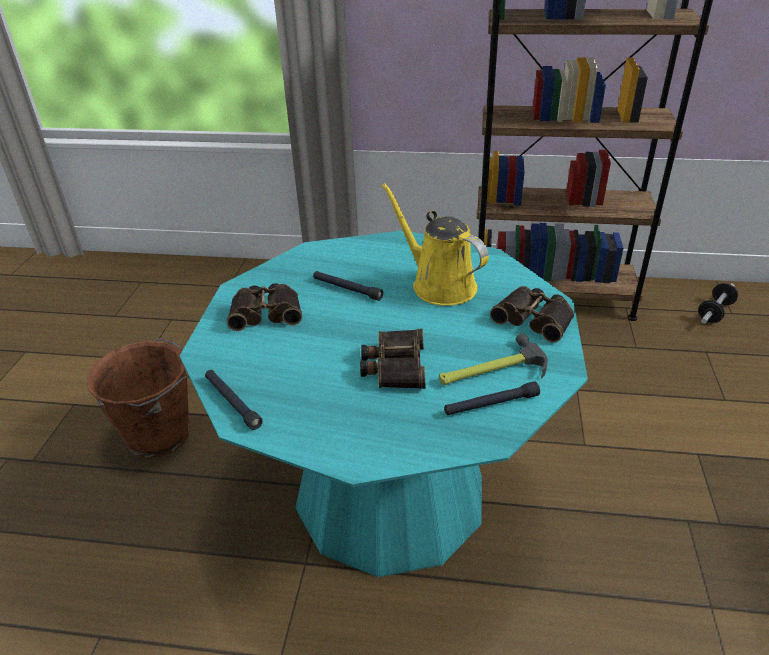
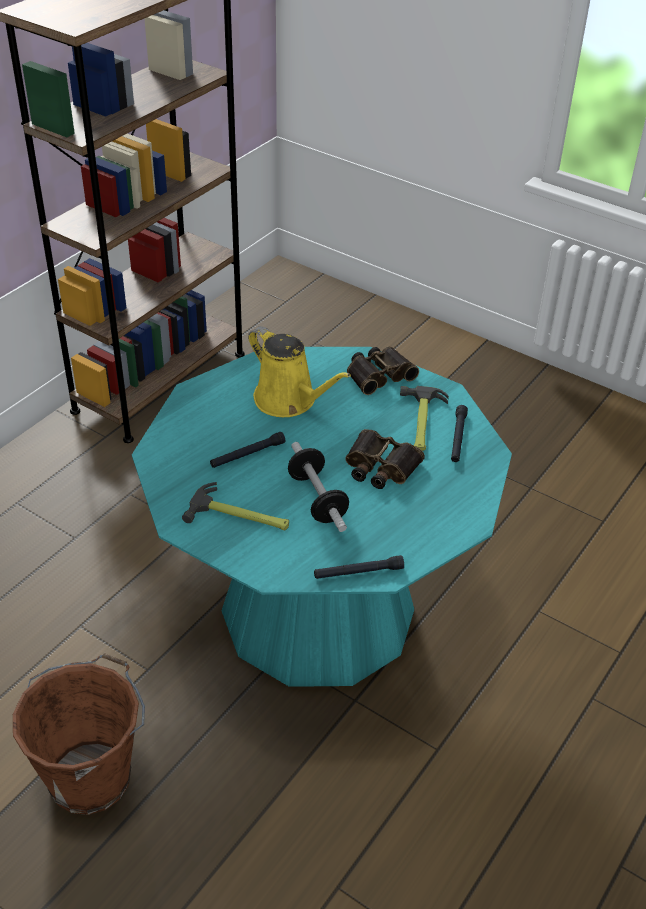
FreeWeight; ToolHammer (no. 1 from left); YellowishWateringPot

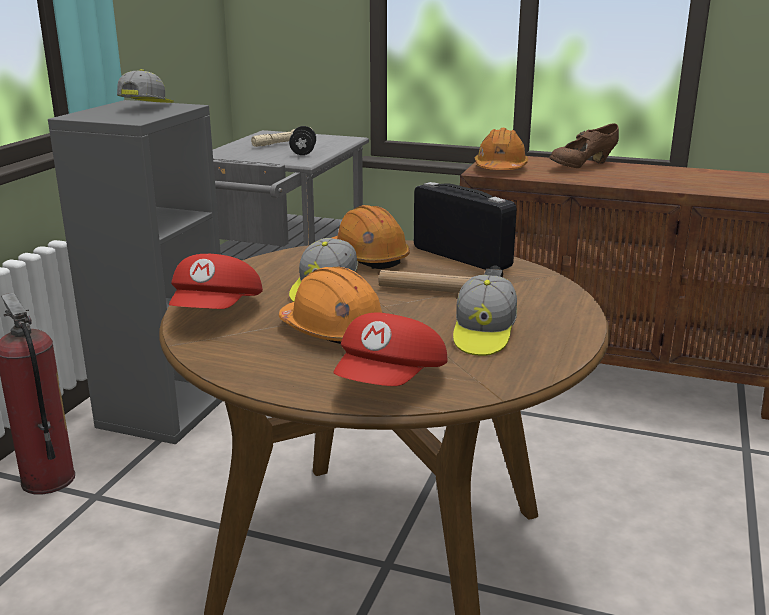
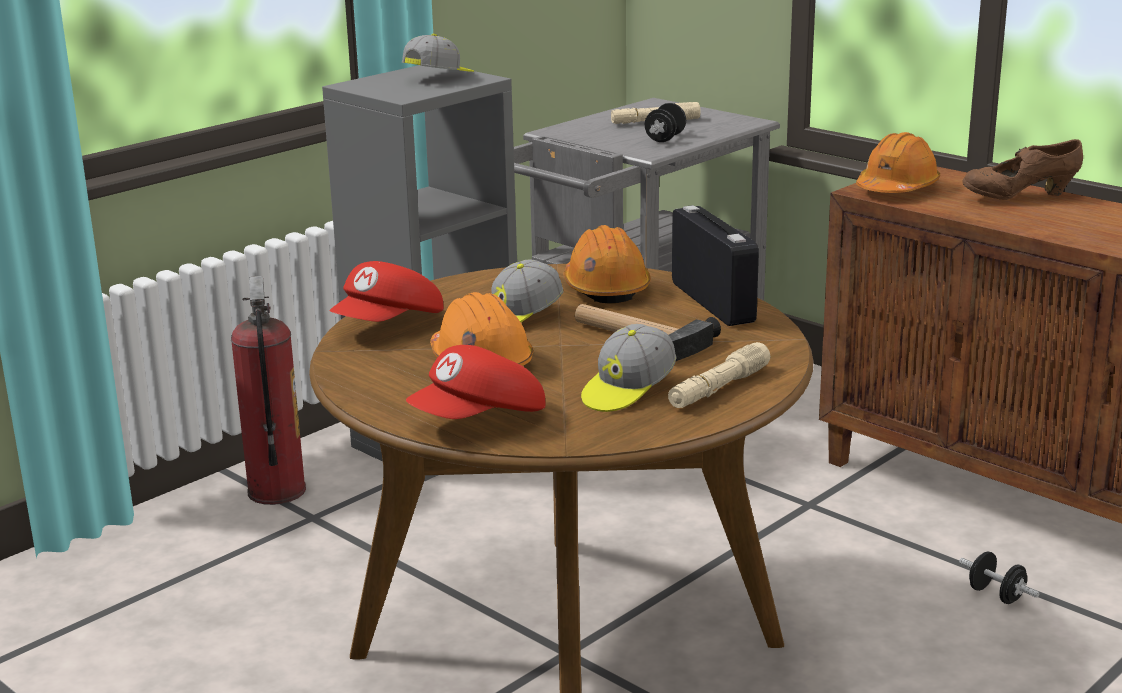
BeigeHandTorch (no. 2 from left); BlackColouredFreeWeight (no. 2 from left)

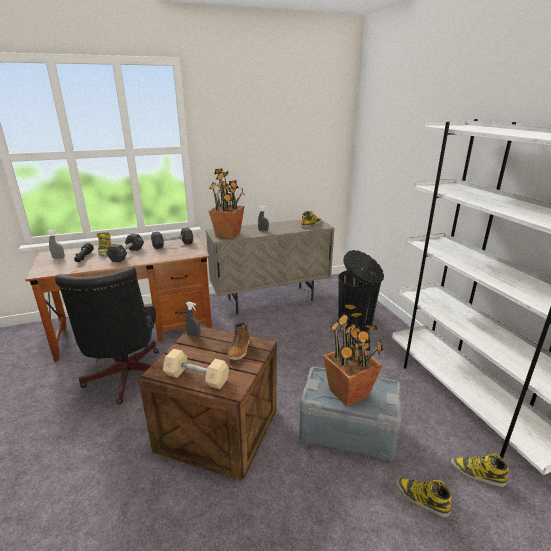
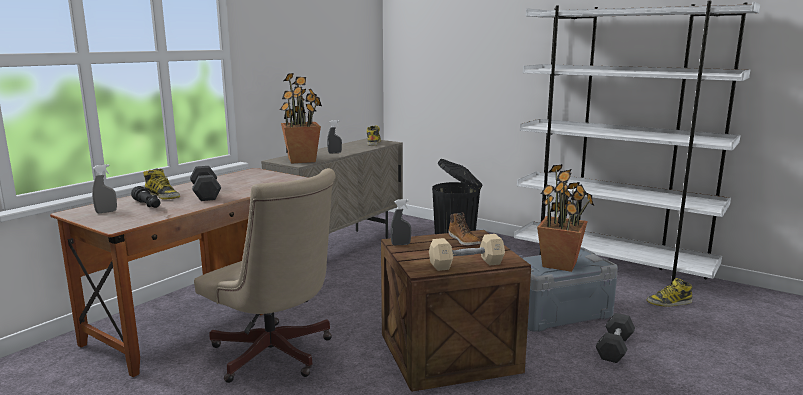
HighTopBoot (no. 4 from left in the first image); BlackColouredFreeWeight (no. 2 from left); BeigeOfficeChair

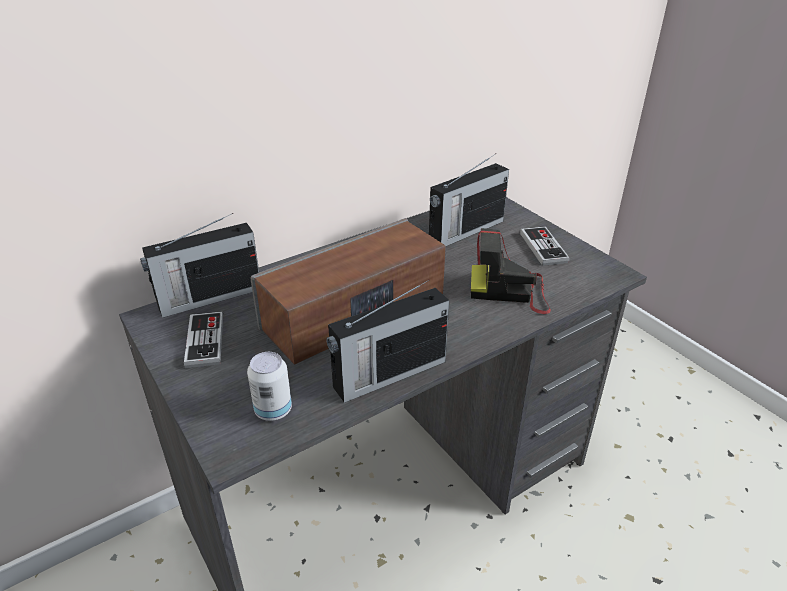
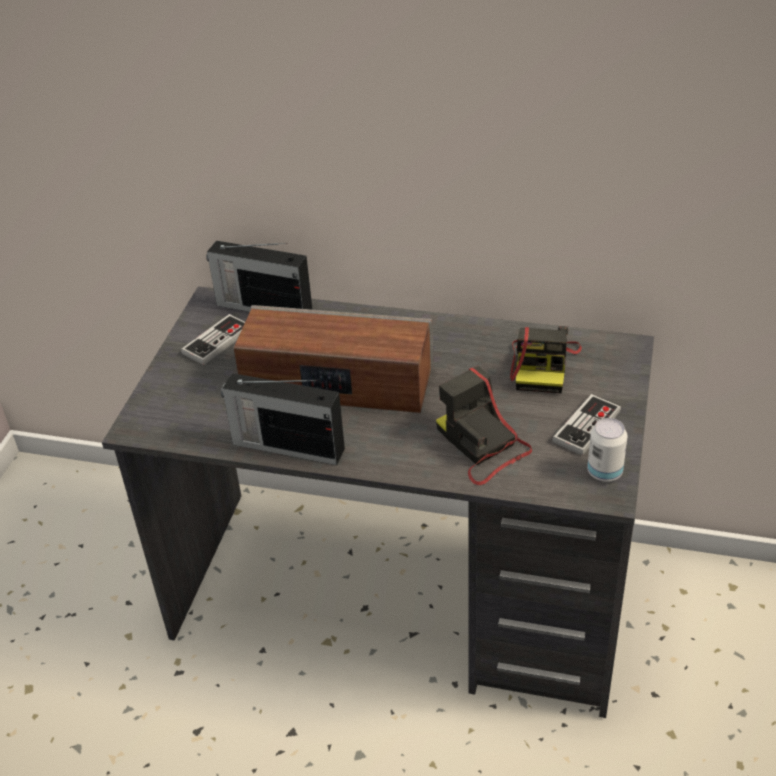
MetalCan; StillCamera (no. 2 from left)

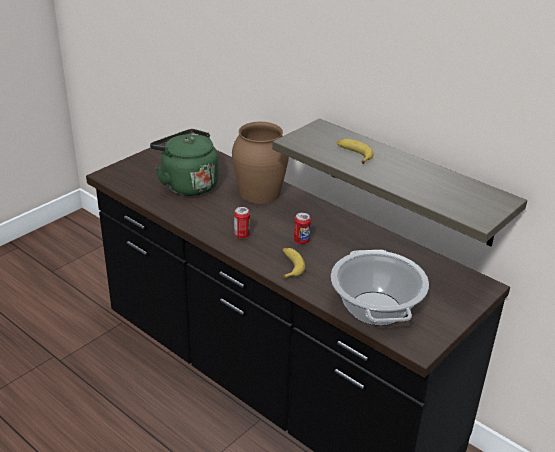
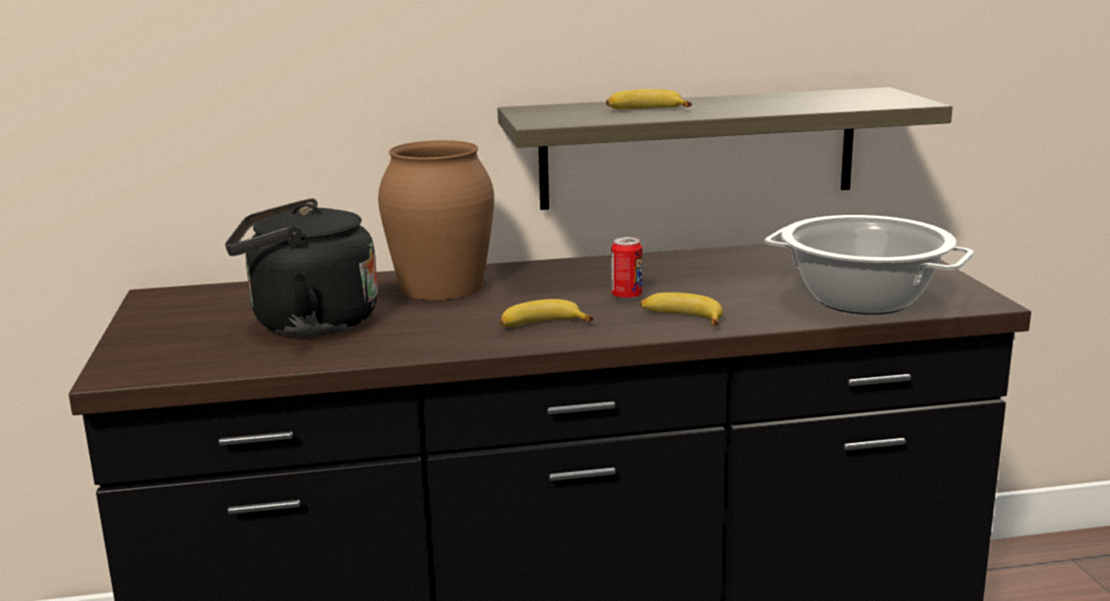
WholeBanana (no. 1 from left); BlackColouredTeaKettle

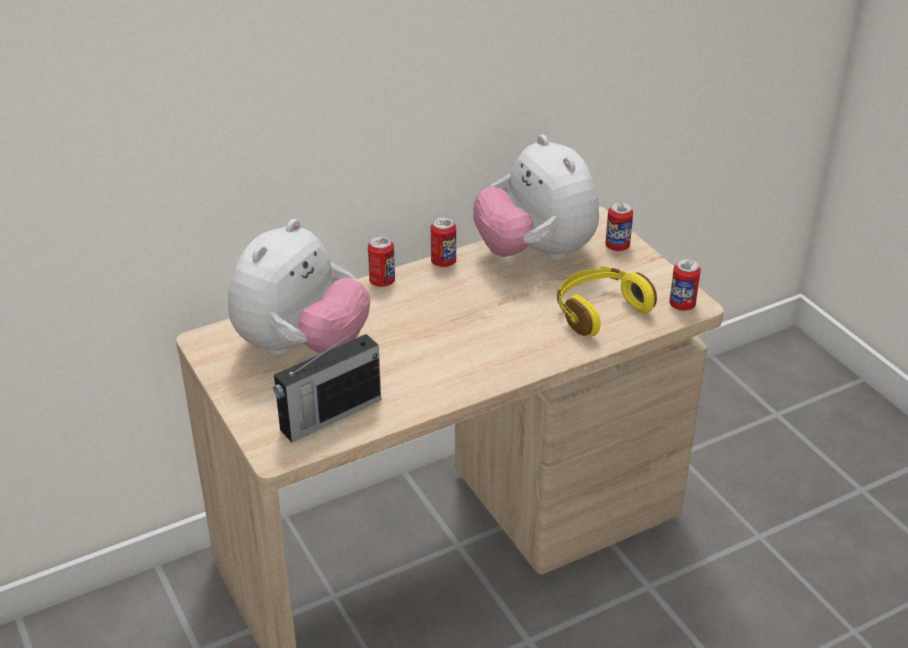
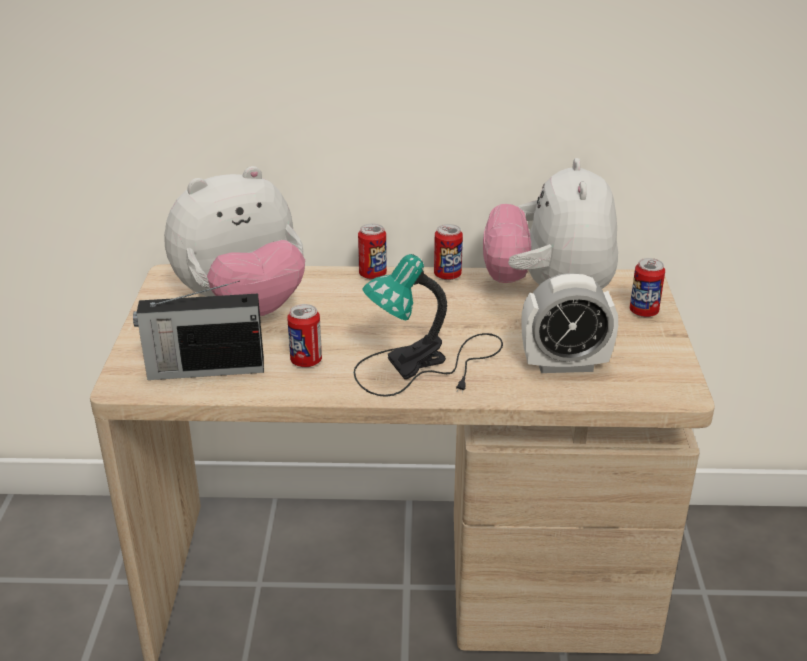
TabletopLamp; MetalCan (no. 1 from left); TableClock

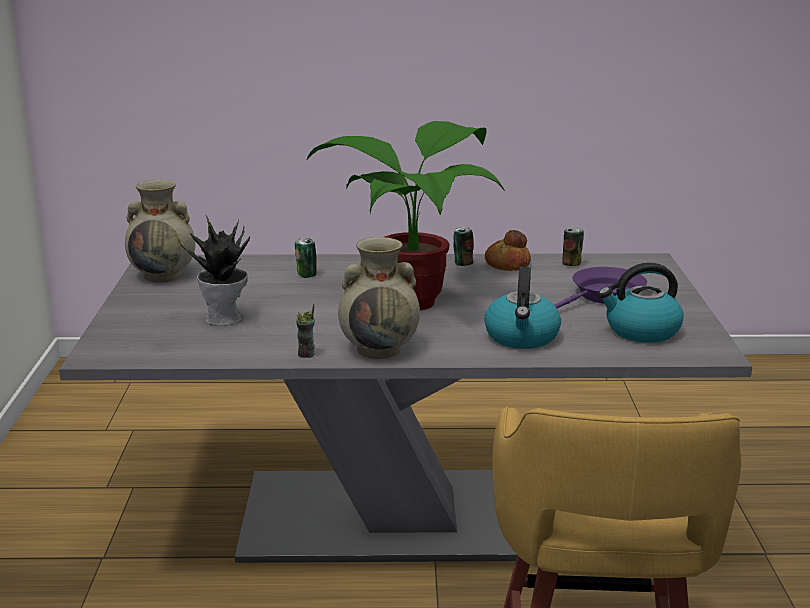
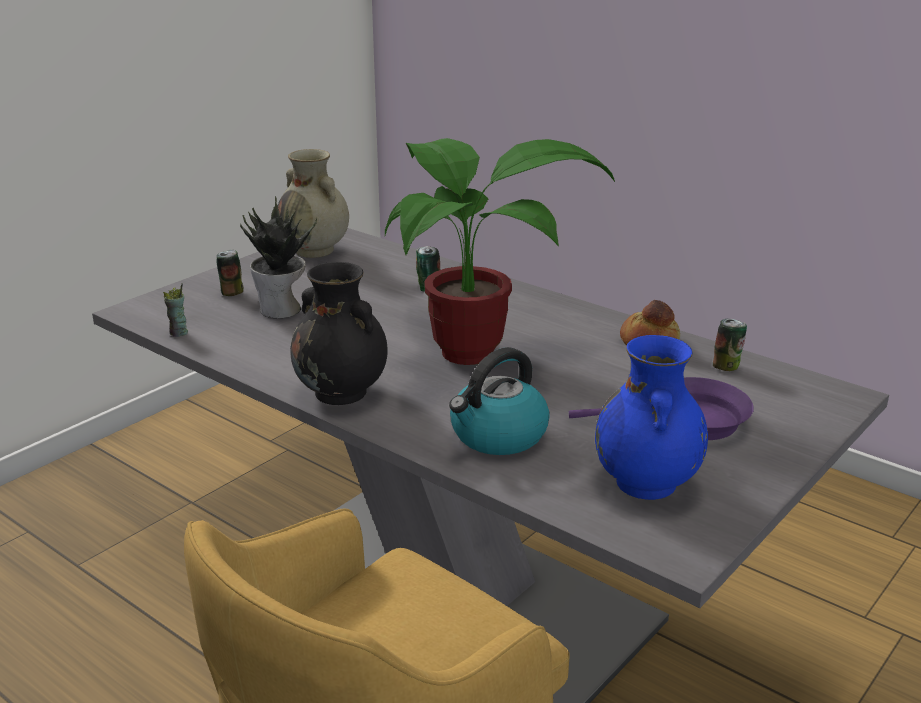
DrinkingCup; MetalCan (no. 1 from left); BlueVase; BlackColouredVase

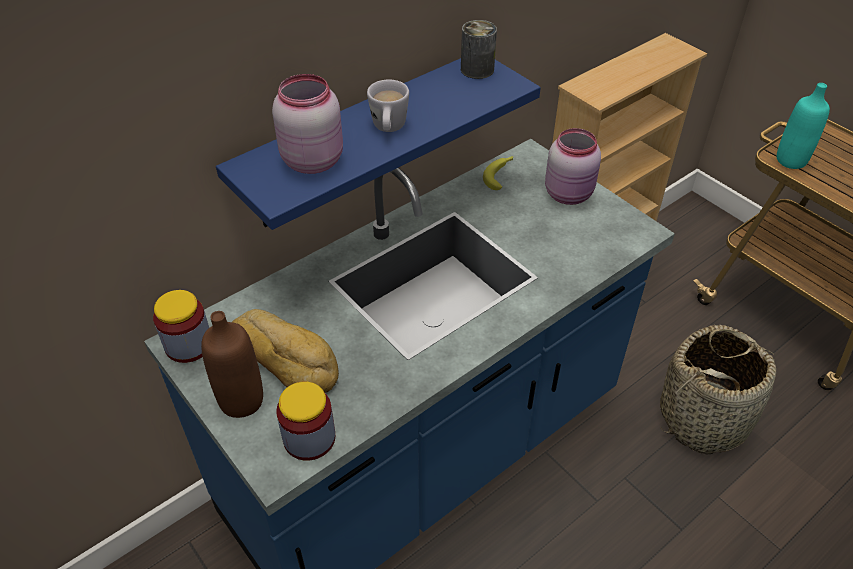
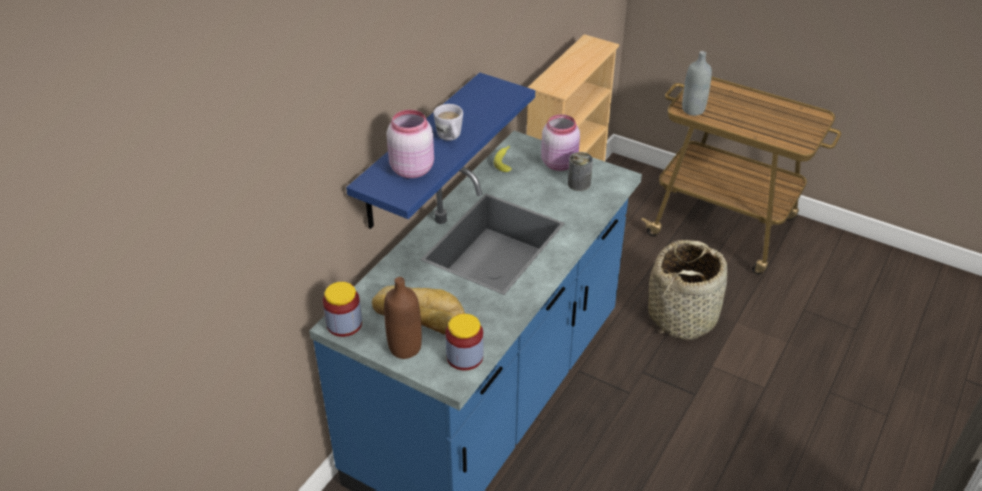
MetalCan; GreyDrinkBottle

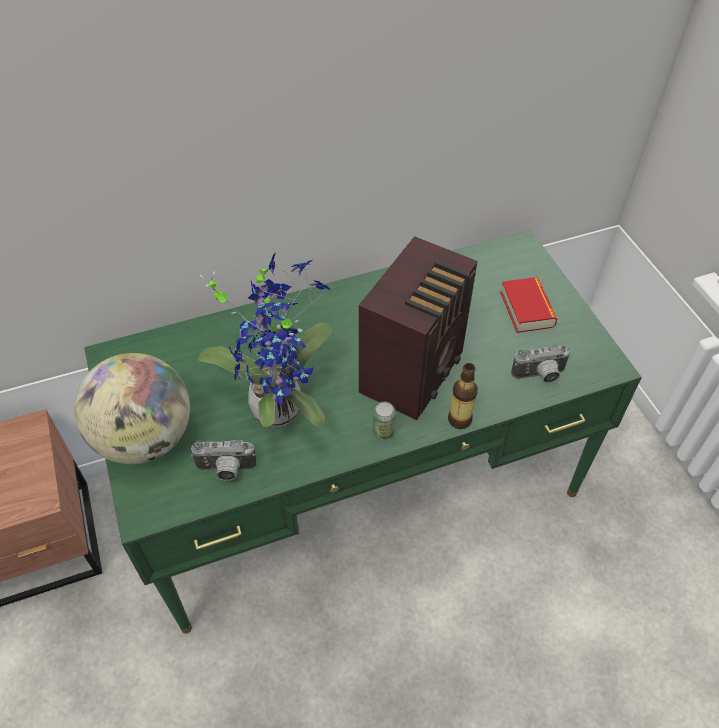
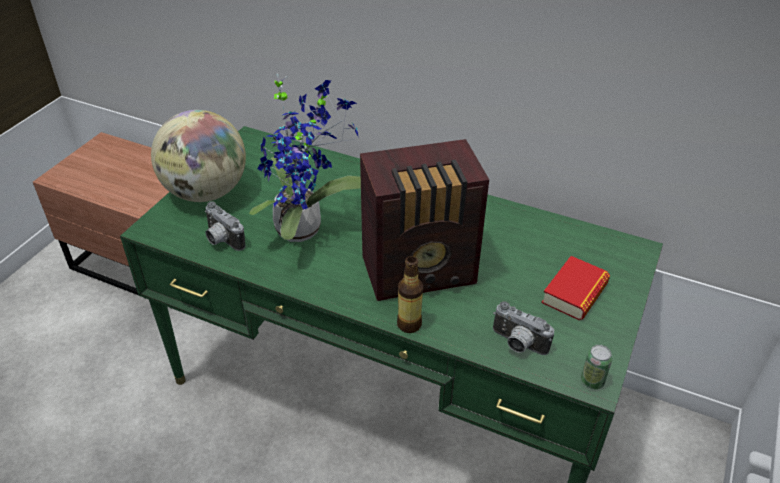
MetalCan

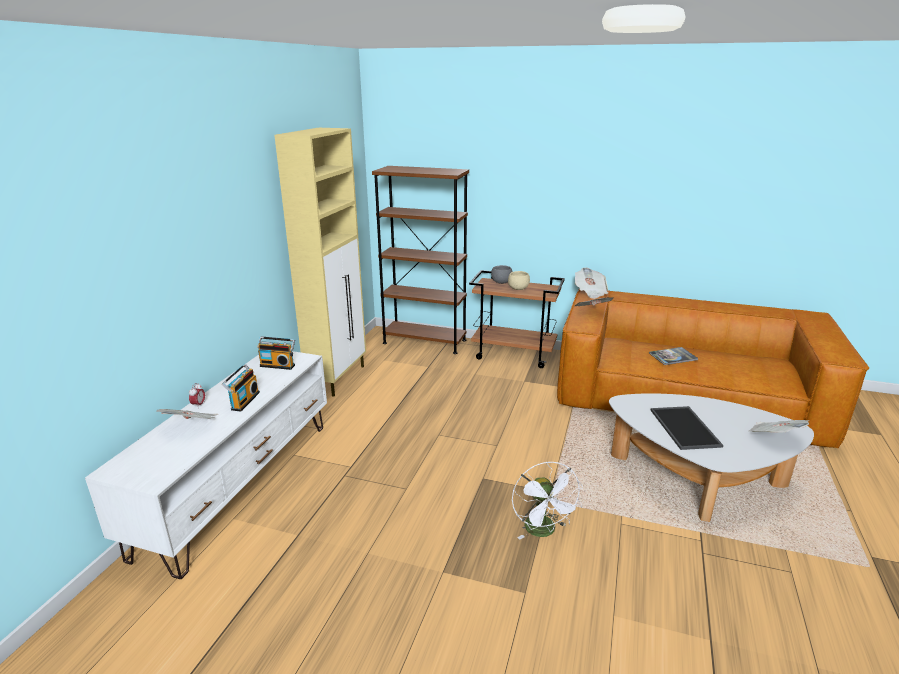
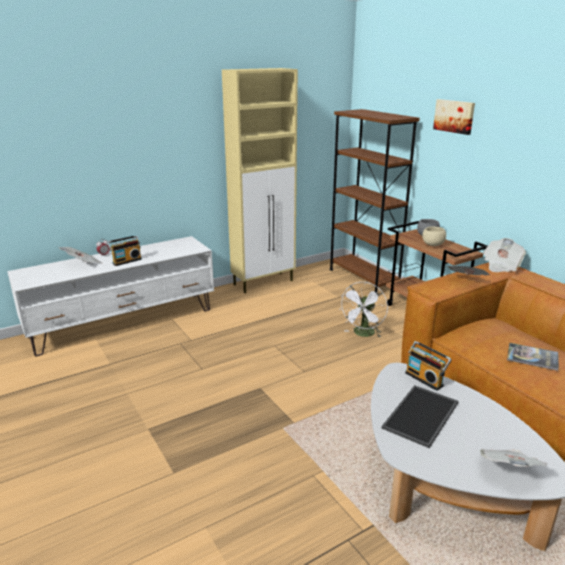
WallArt; RadioReceiver (no. 2 from left); WhitishFan

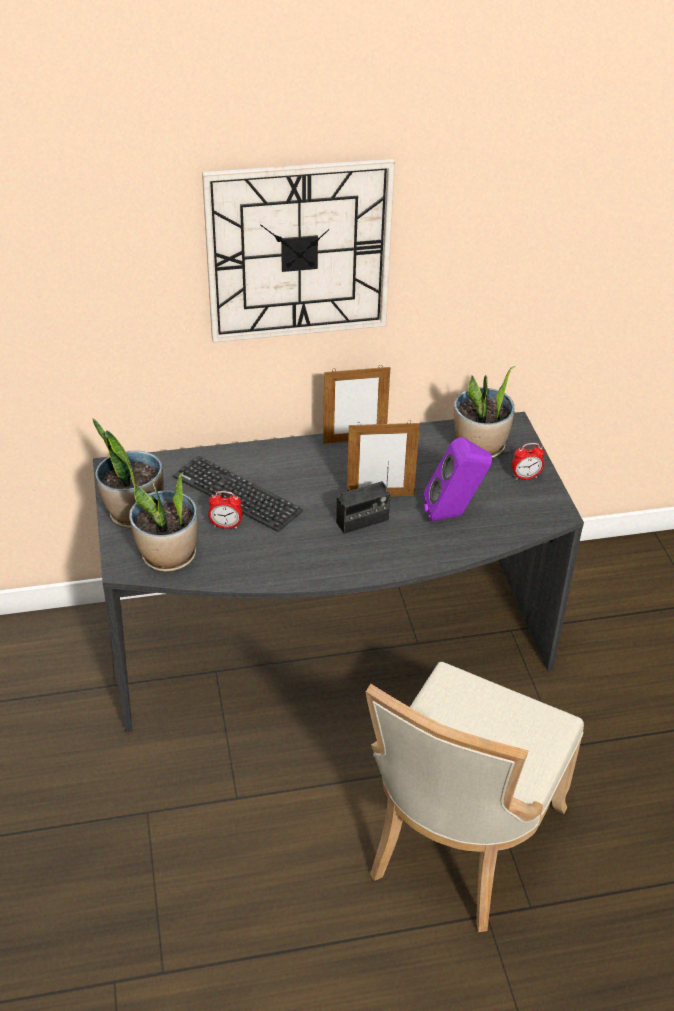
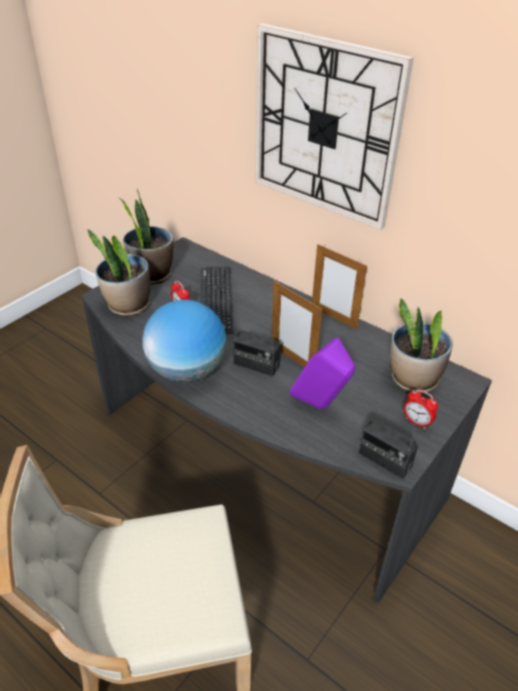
DeskGlobe; RadioReceiver (no. 2 from left)

